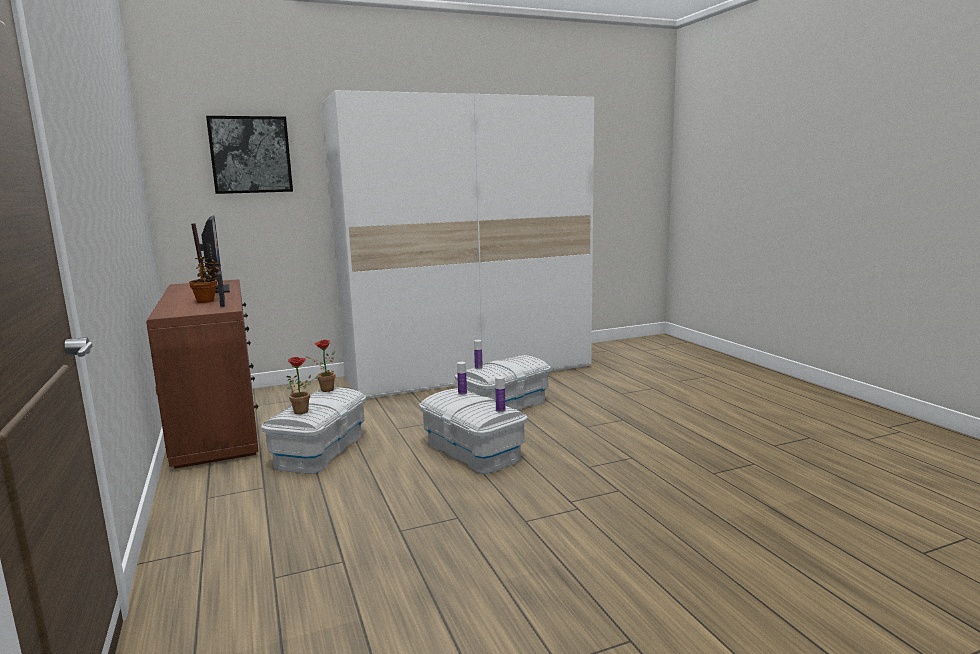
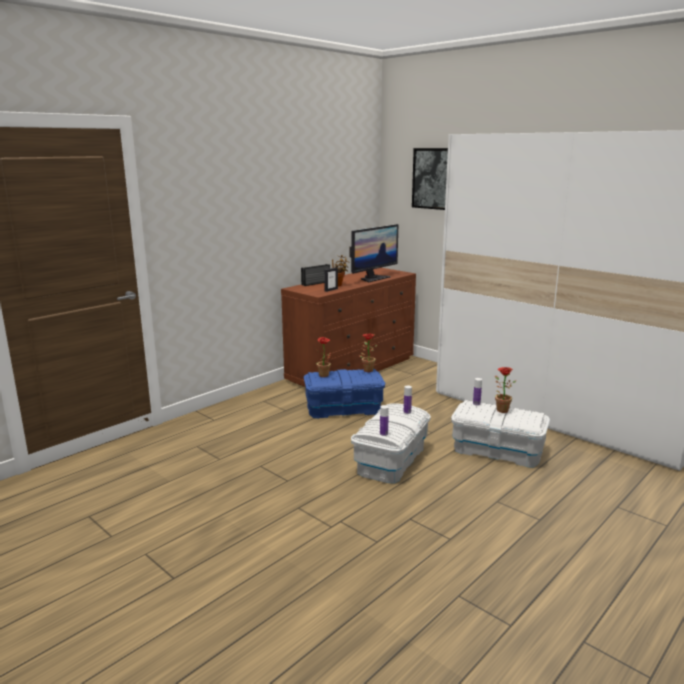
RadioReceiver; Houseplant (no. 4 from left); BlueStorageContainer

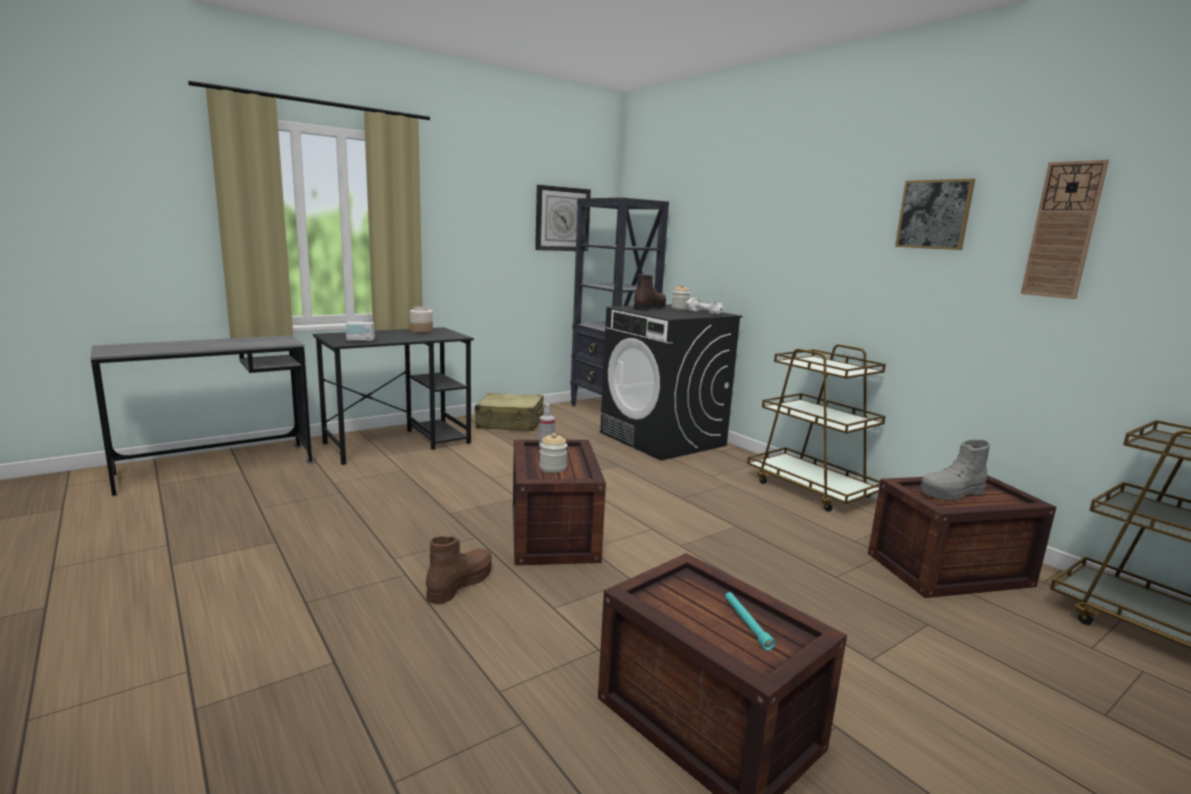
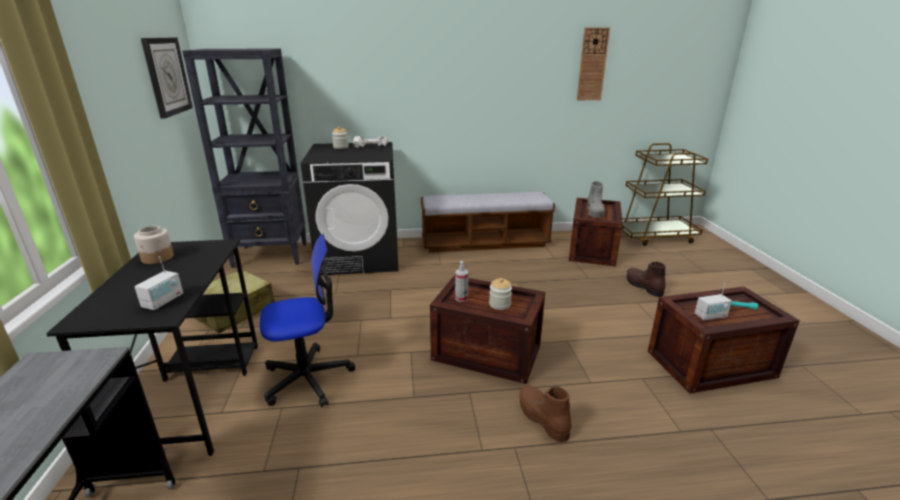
WallArt; OfficeChair; RadioReceiver (no. 2 from left); BrownColouredHighTopBoot (no. 2 from left); Bench

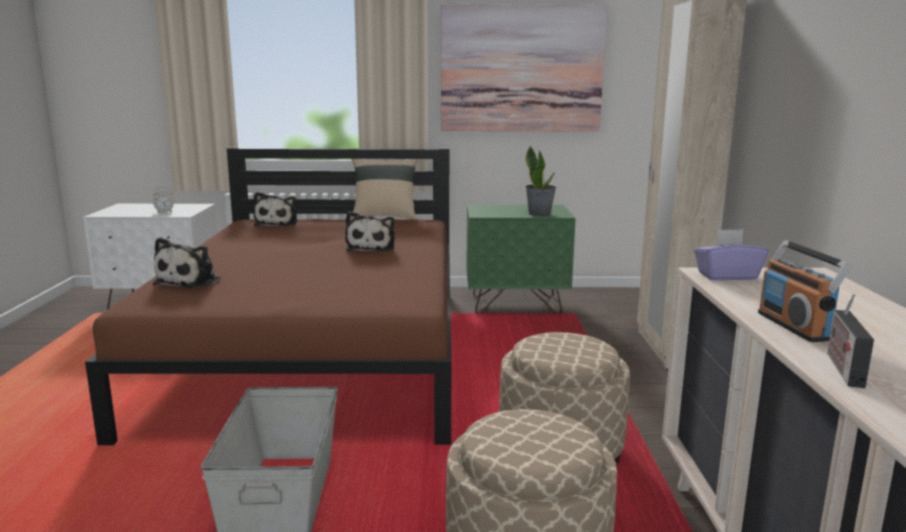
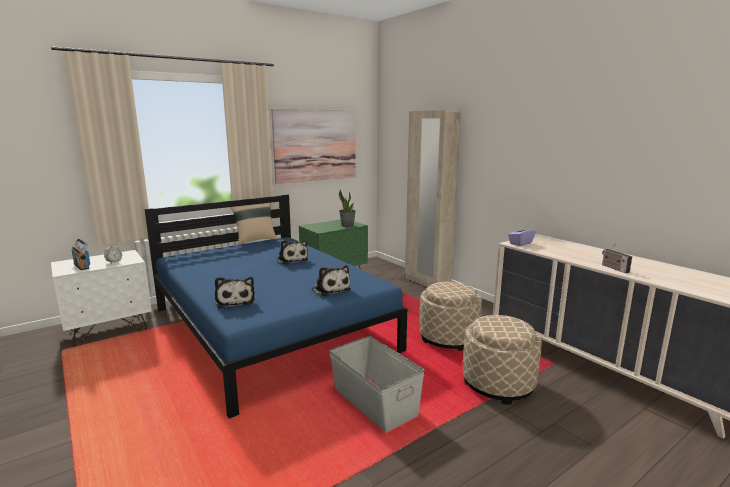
CuddlyToy (no. 3 from left); RadioReceiver (no. 1 from left); BlueSleepingBed

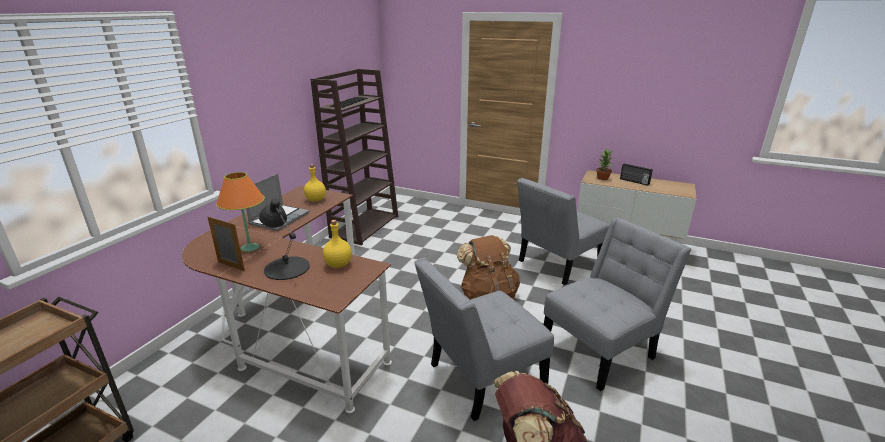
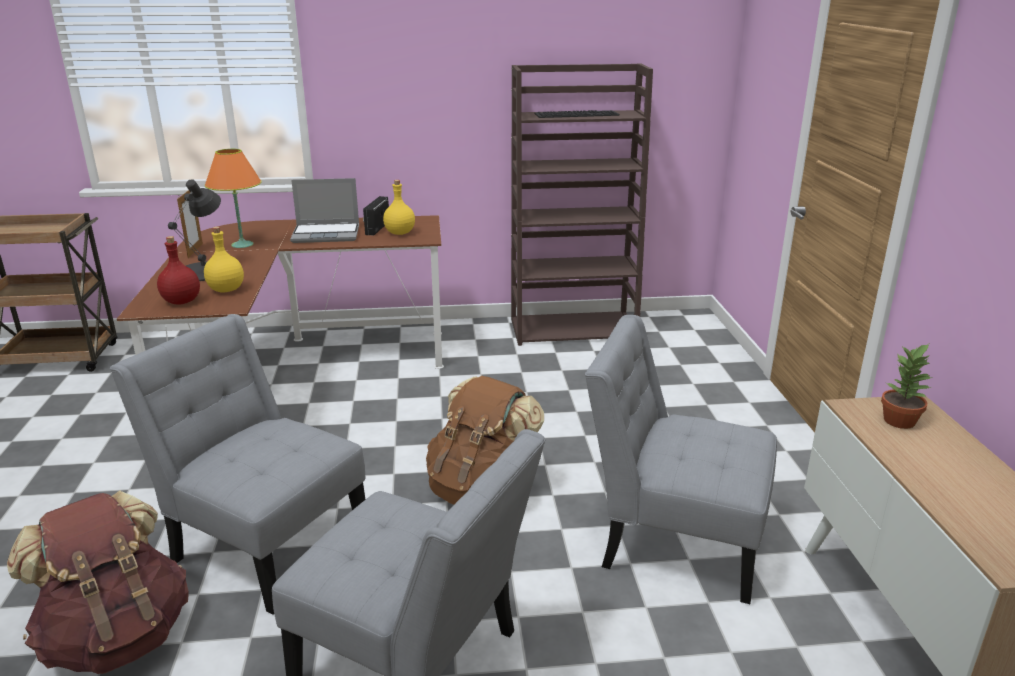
ReddishDrinkBottle; RadioReceiver

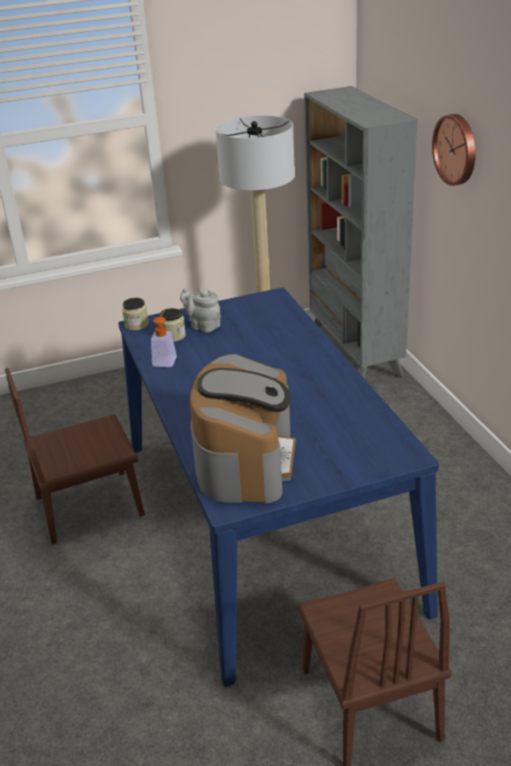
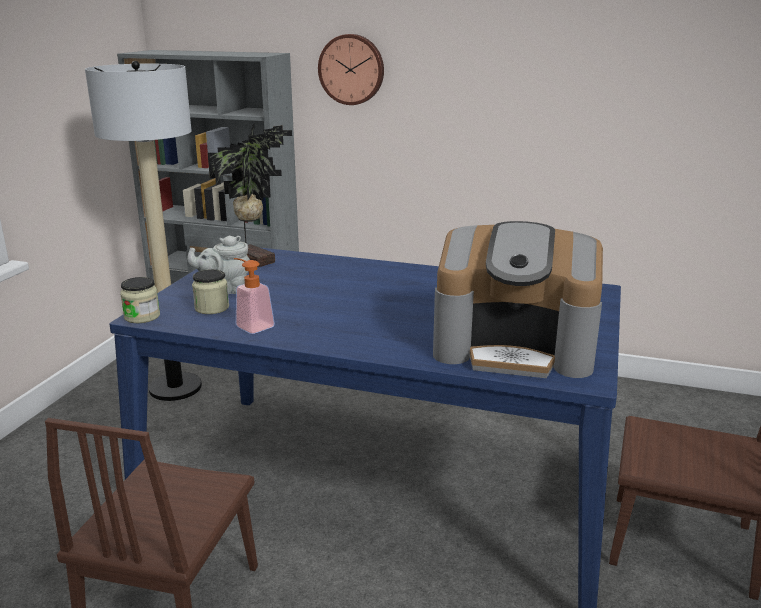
Houseplant; CoffeeBrewer

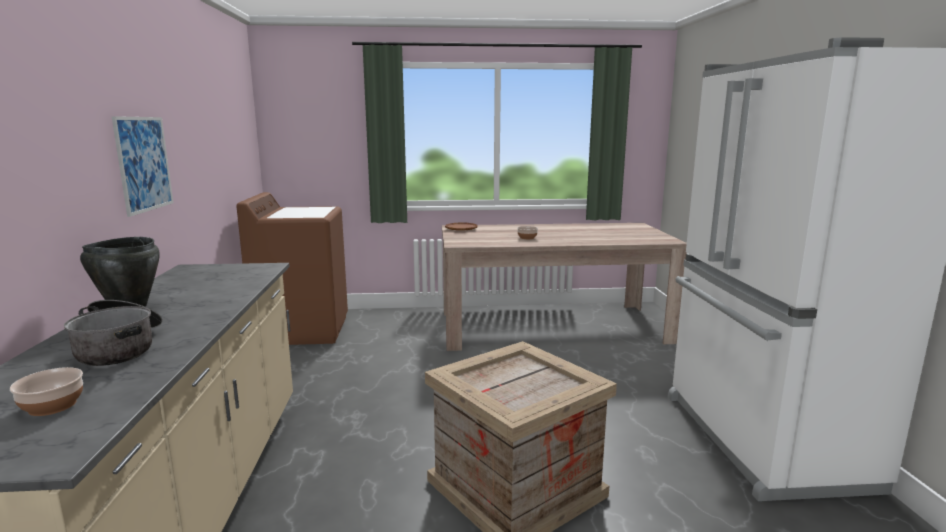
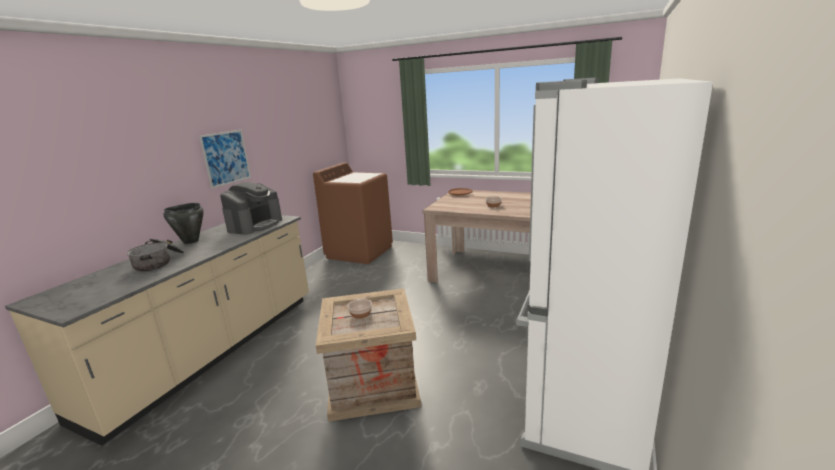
CoffeeBrewer; Bowl (no. 1 from left)

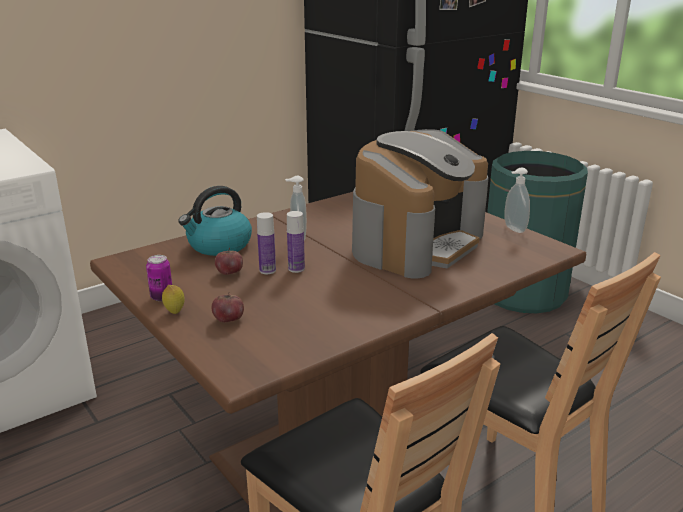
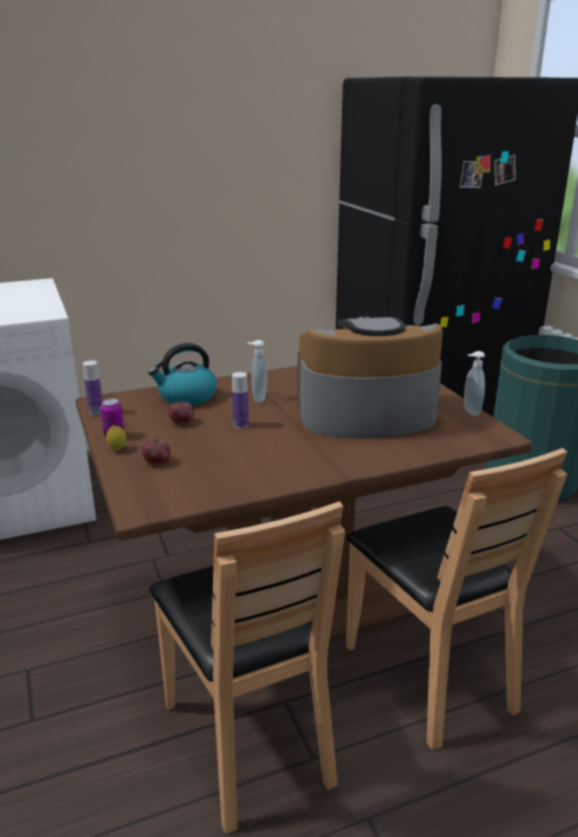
DrinkBottle (no. 1 from left); CoffeeBrewer

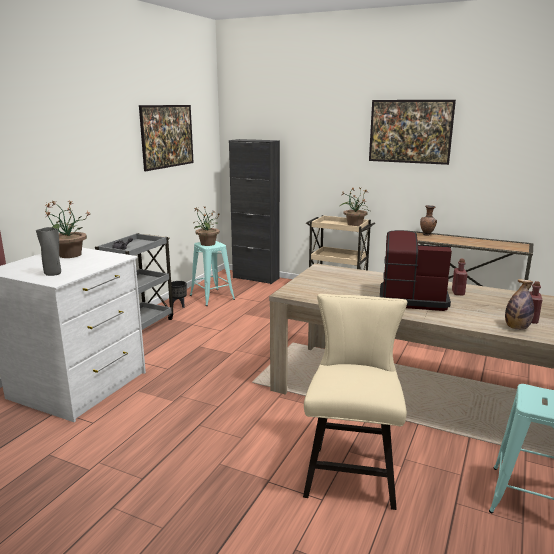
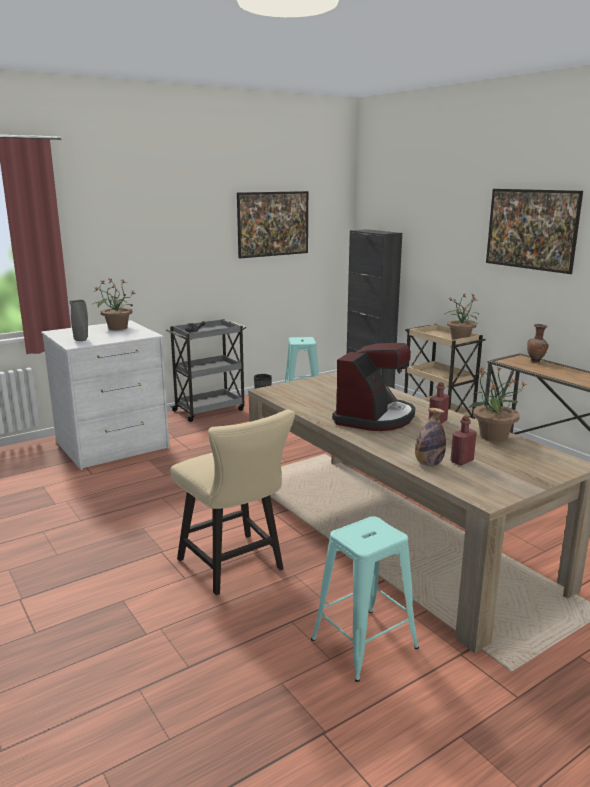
Houseplant (no. 3 from left); BeigeChair; CoffeeBrewer

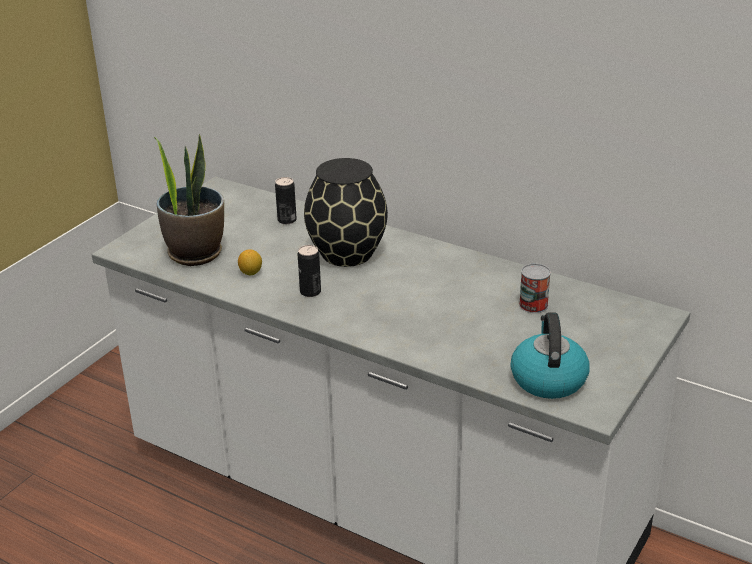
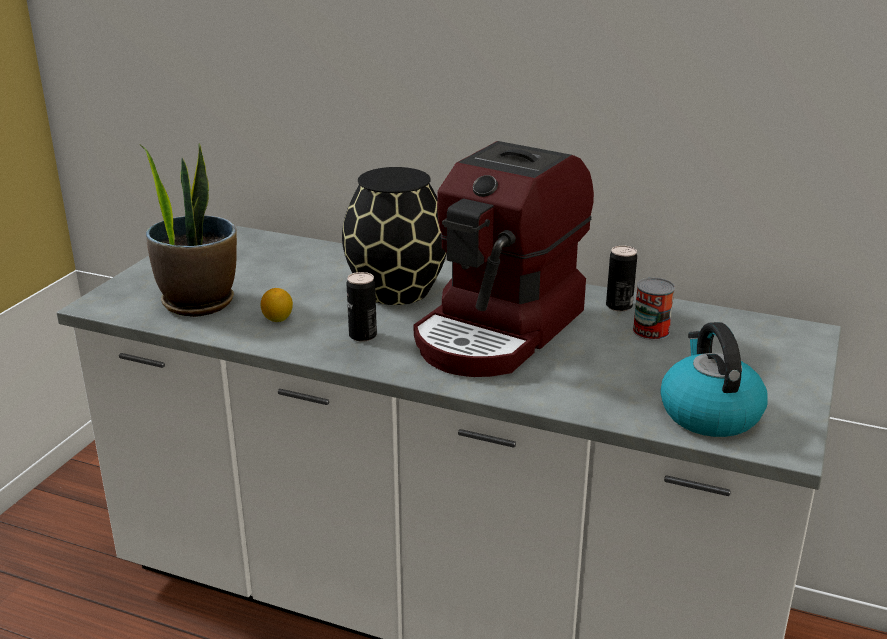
CoffeeBrewer; MetalCan (no. 2 from left)

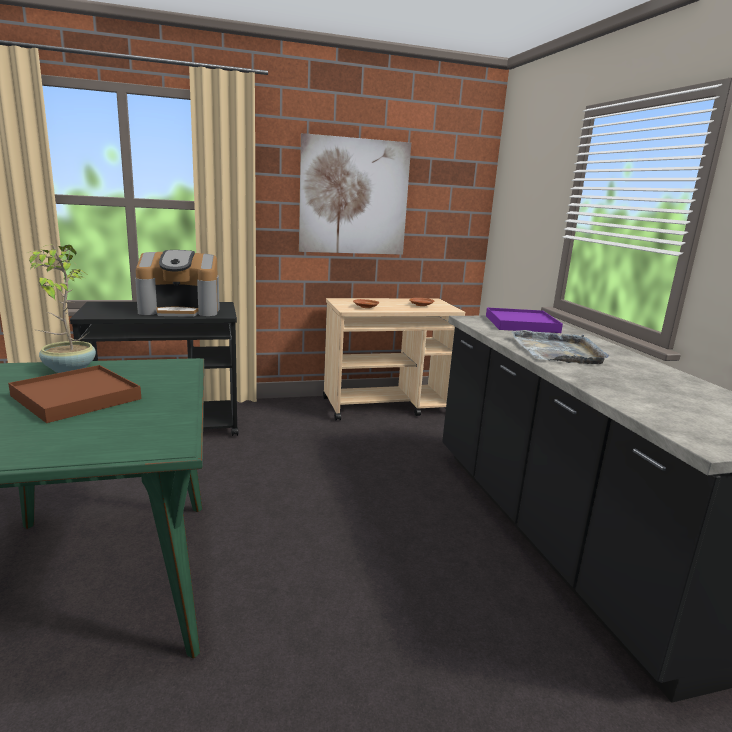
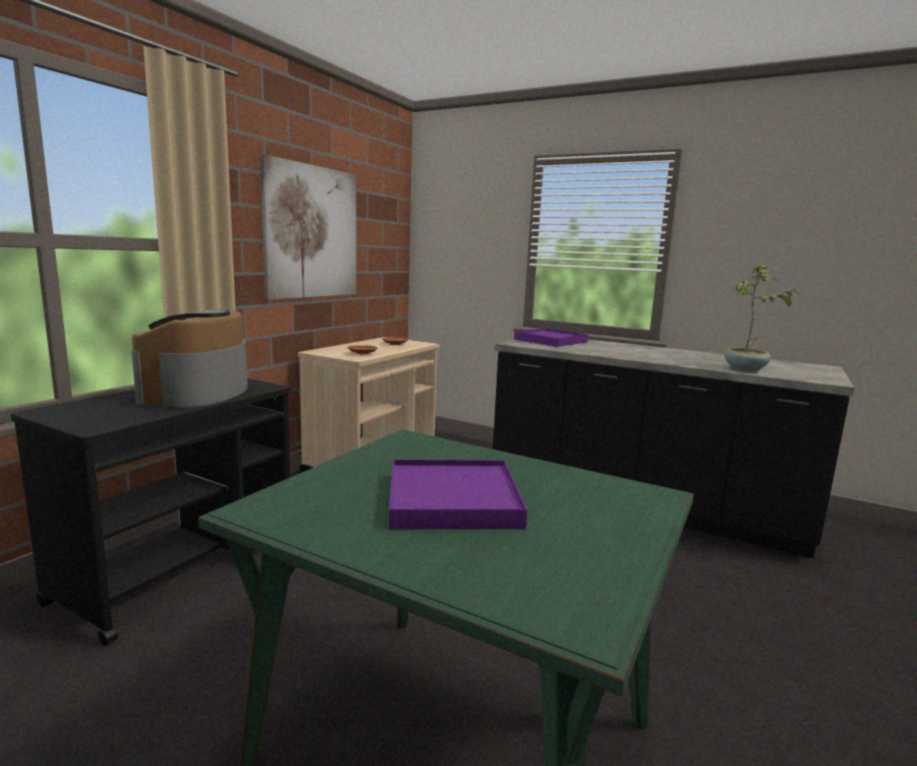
GreyCarryingTray; Houseplant; PurpleCarryingTray (no. 1 from left); CoffeeBrewer

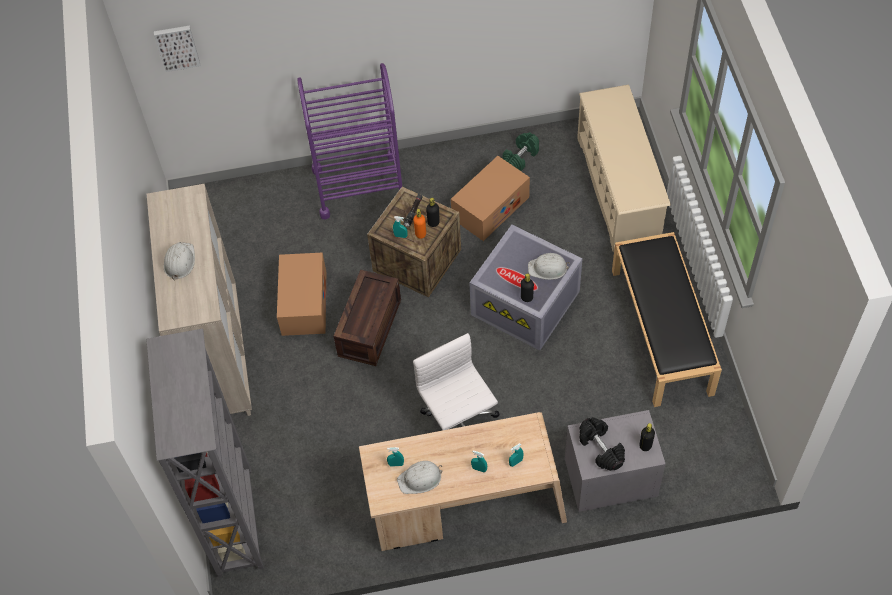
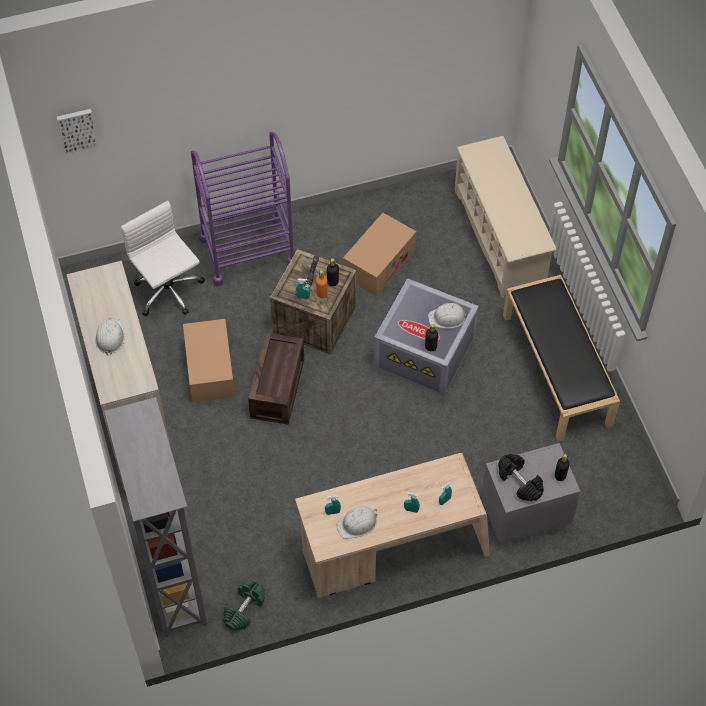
WhitishOfficeChair; GreenFreeWeight

